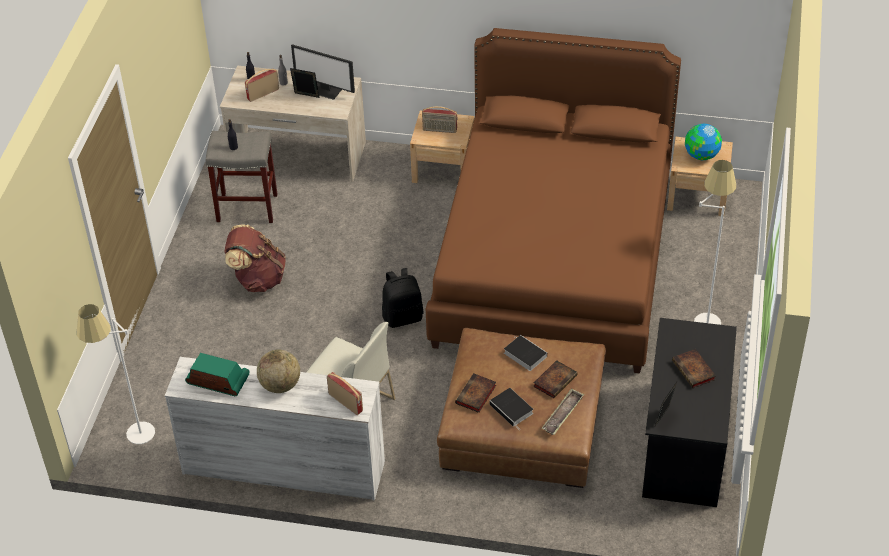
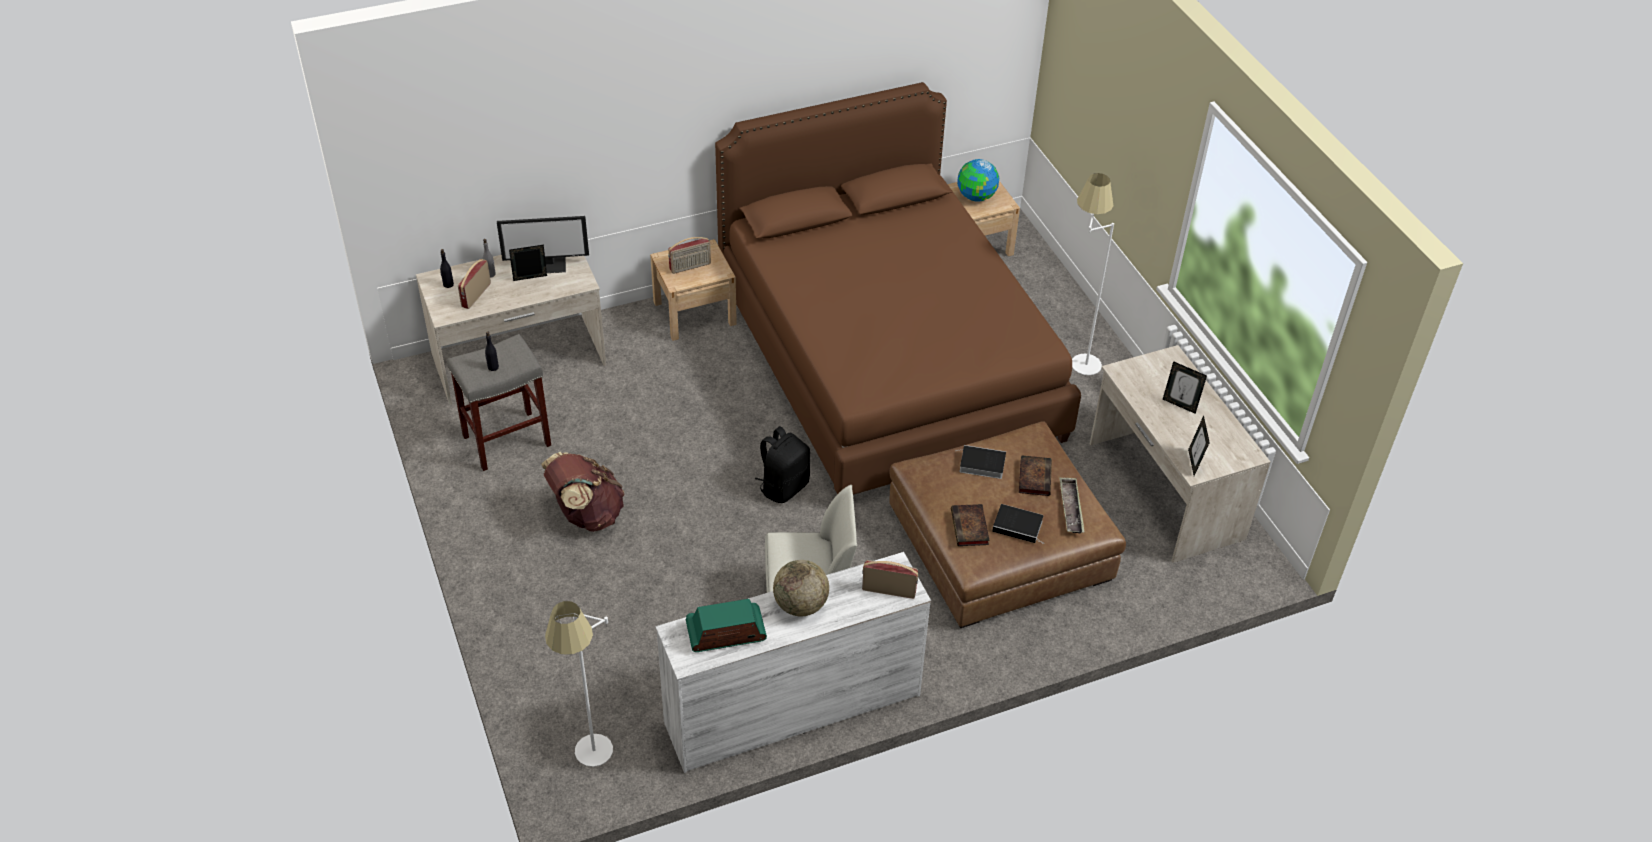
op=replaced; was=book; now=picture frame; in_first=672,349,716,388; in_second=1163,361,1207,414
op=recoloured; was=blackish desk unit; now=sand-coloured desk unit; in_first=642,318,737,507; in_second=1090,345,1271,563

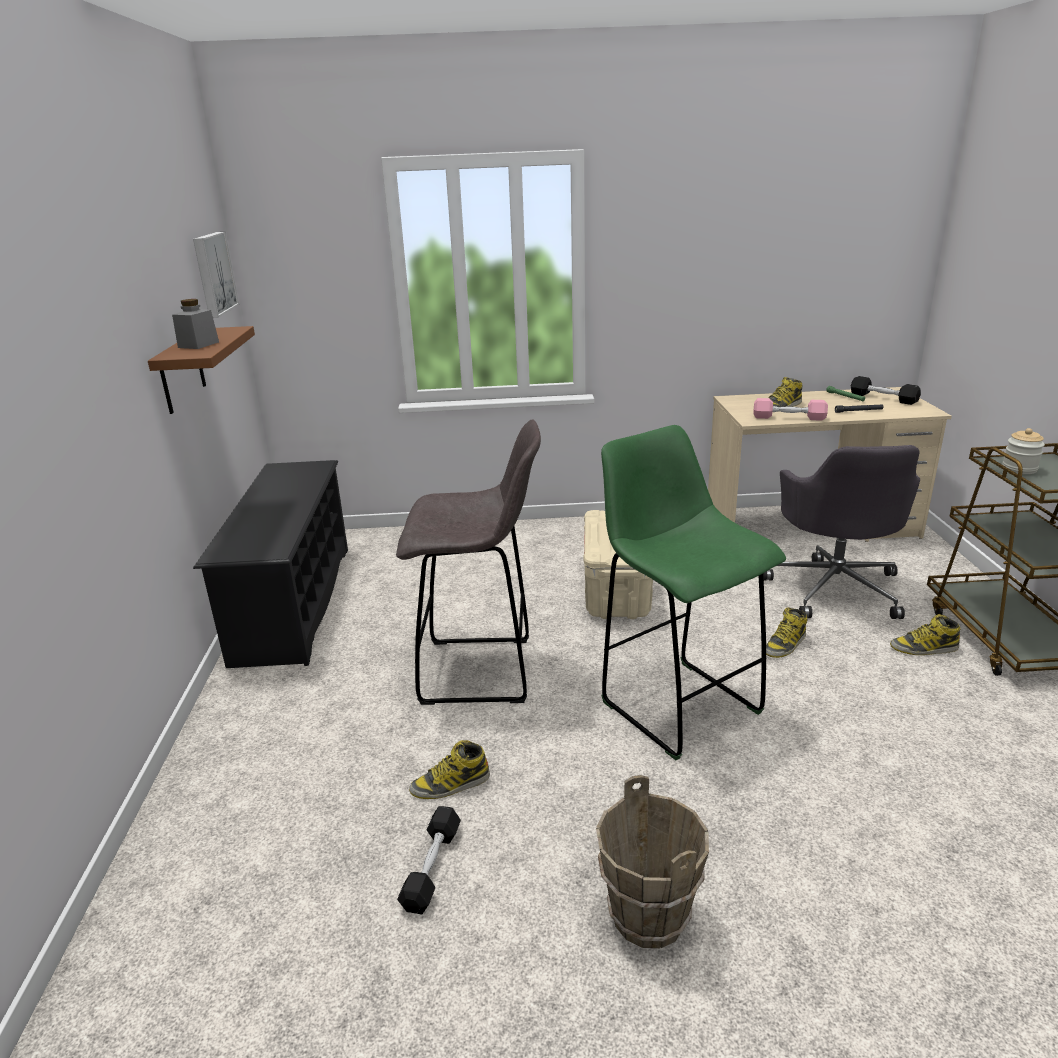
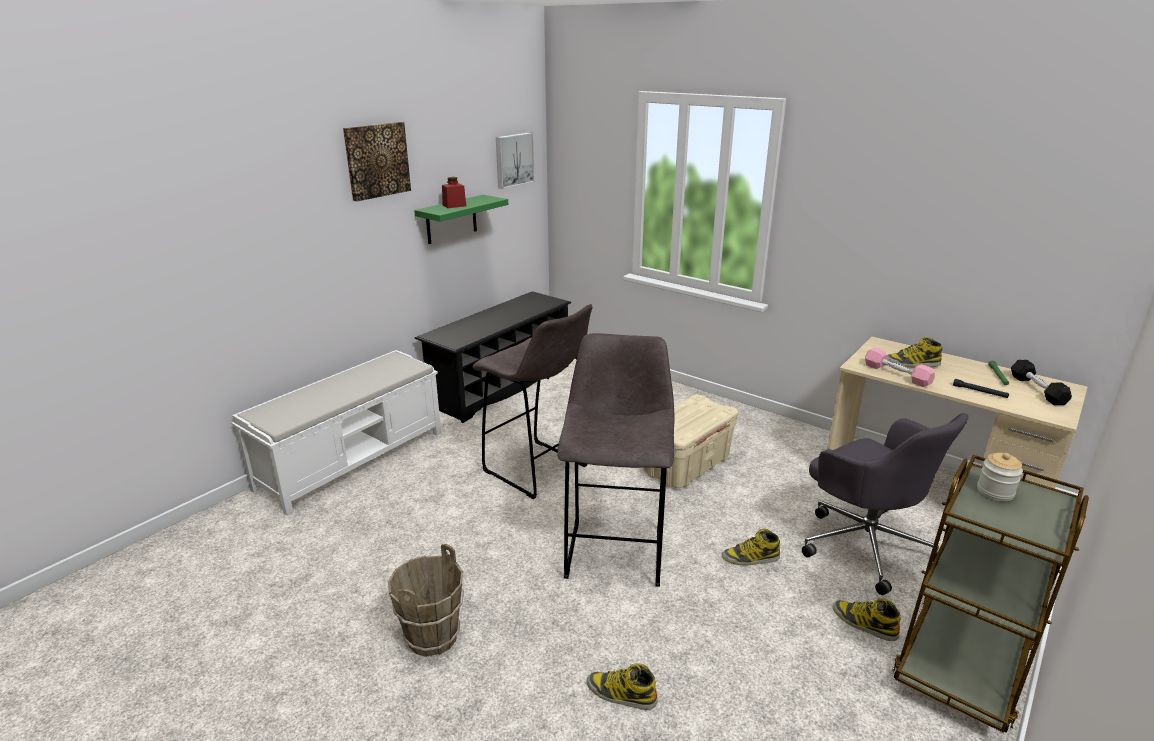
op=removed; was=blackish free weight; in_first=397,806,461,914
op=added; now=white indoor bench; in_second=231,350,441,516
op=added; now=wall art; in_second=343,122,411,201
op=moved; was=high-top boot; in_first=409,740,490,799; in_second=587,663,658,710
op=recoloured; was=brownish wall shelf; now=greenish wall shelf; in_first=148,326,255,414; in_second=414,195,508,244
op=recoloured; was=grey jar; now=red-coloured jar; in_first=172,299,219,349; in_second=442,177,466,208
op=recoloured; was=greenish stool seat; now=grey stool seat; in_first=601,425,786,760; in_second=557,333,674,587
op=turned; was=grey computer chair; in_first=763,445,920,619; in_second=802,413,968,595; clockwise=-75

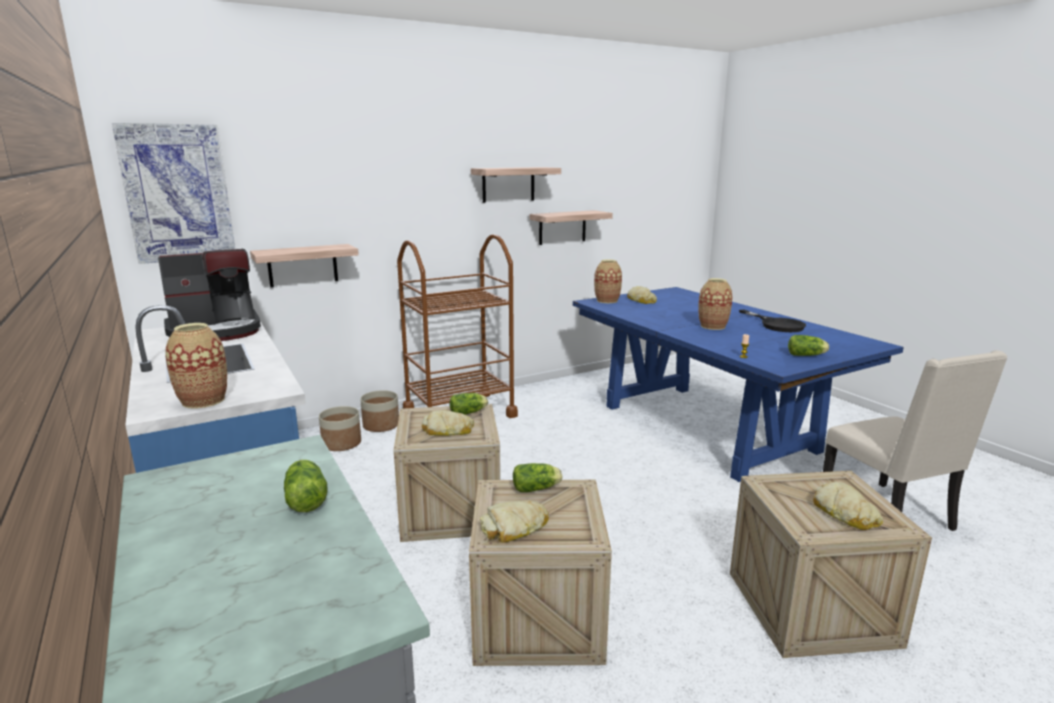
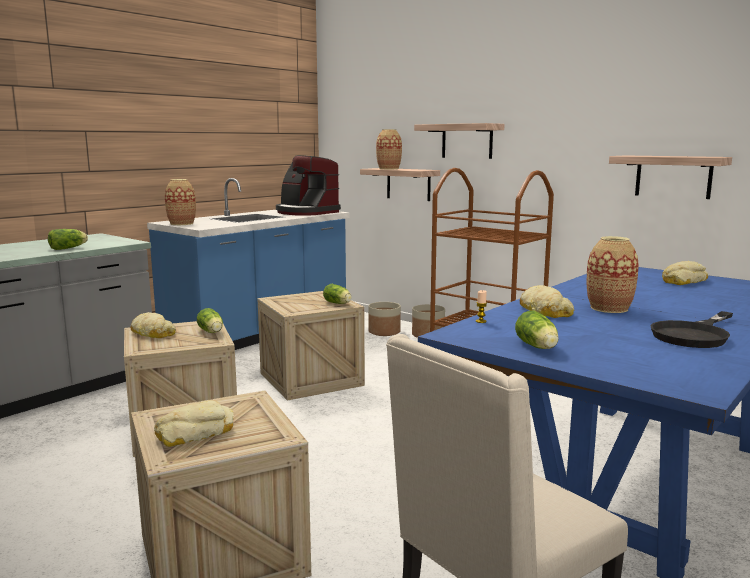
op=removed; was=wall art; in_first=112,123,235,264
op=moved; was=bakery bread; in_first=422,410,474,436; in_second=520,285,574,318
op=moved; was=wall shelf; in_first=471,167,561,203; in_second=414,123,504,159
op=moved; was=decorative vase; in_first=594,259,622,303; in_second=376,129,402,169

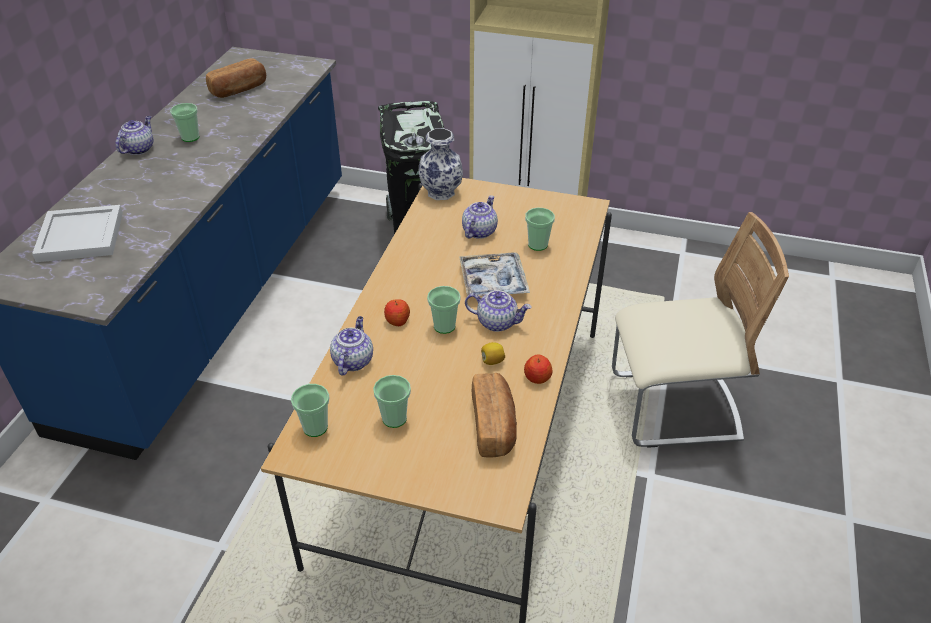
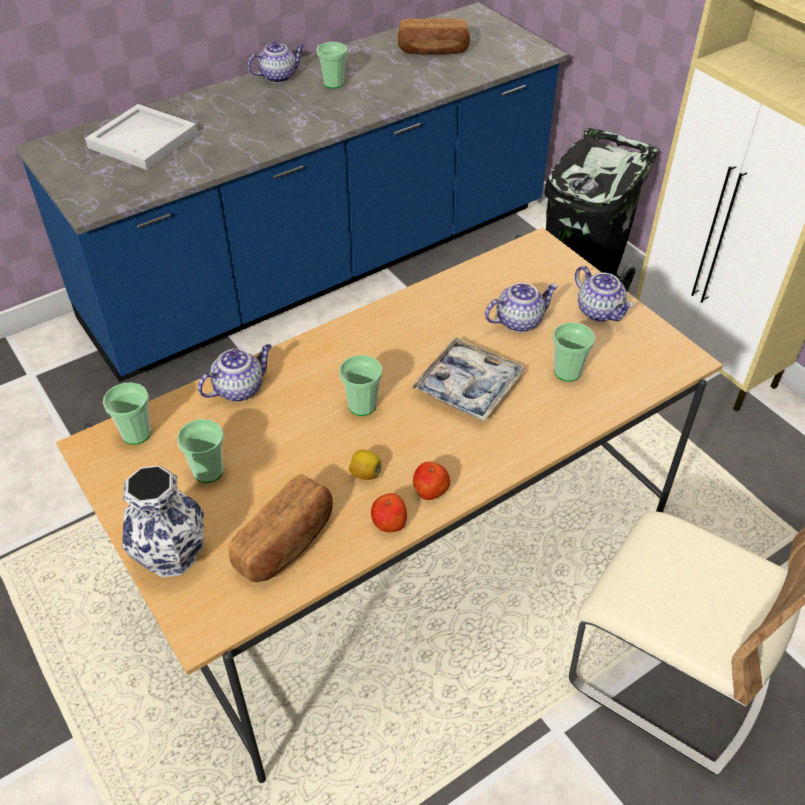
op=moved; was=apple fruit; in_first=384,299,410,326; in_second=413,462,450,500
op=moved; was=decorative vase; in_first=419,128,463,200; in_second=122,465,204,578
op=moved; was=pot for tea; in_first=465,290,531,332; in_second=575,266,634,322

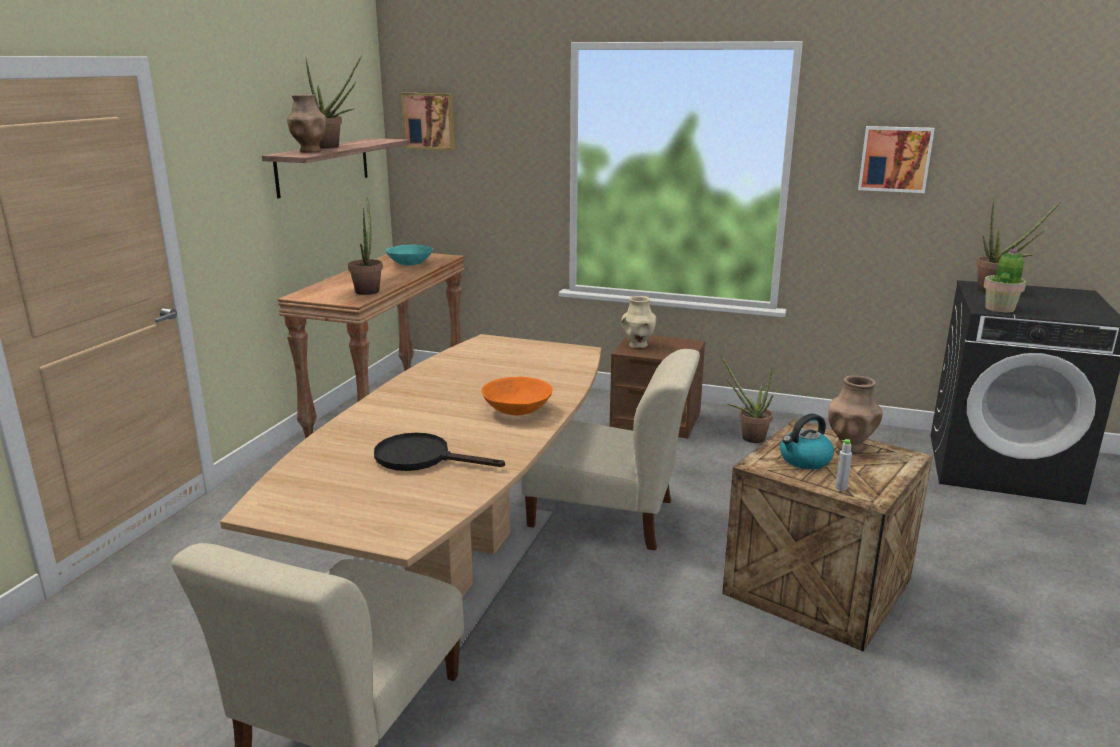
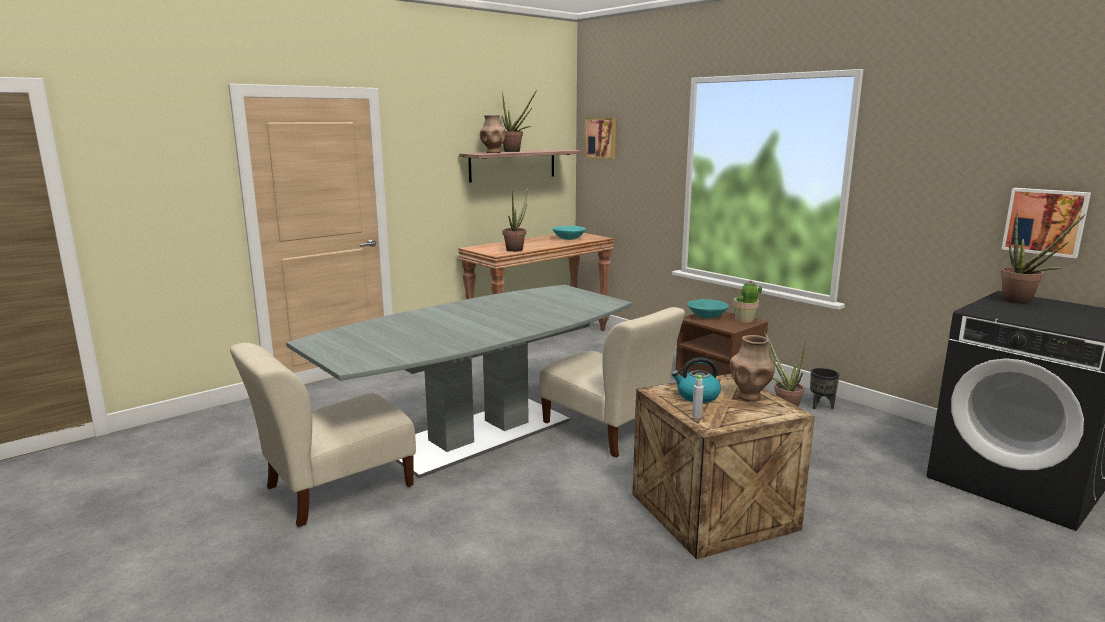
op=removed; was=blackish frying pan; in_first=374,433,505,471
op=removed; was=orange-coloured deep dish; in_first=481,377,553,415
op=added; now=blackish plant pot; in_second=810,368,839,409
op=moved; was=wall art; in_first=858,126,935,193; in_second=1002,188,1091,258
op=moved; was=plant in a pot; in_first=984,248,1026,313; in_second=733,280,762,323
op=replaced; was=sand-coloured decorative vase; now=turquoise-coloured deep dish; in_first=621,296,656,349; in_second=687,299,729,318
op=recoloured; was=brownish kitchen table; now=grey kitchen table; in_first=220,334,601,660; in_second=286,285,632,478

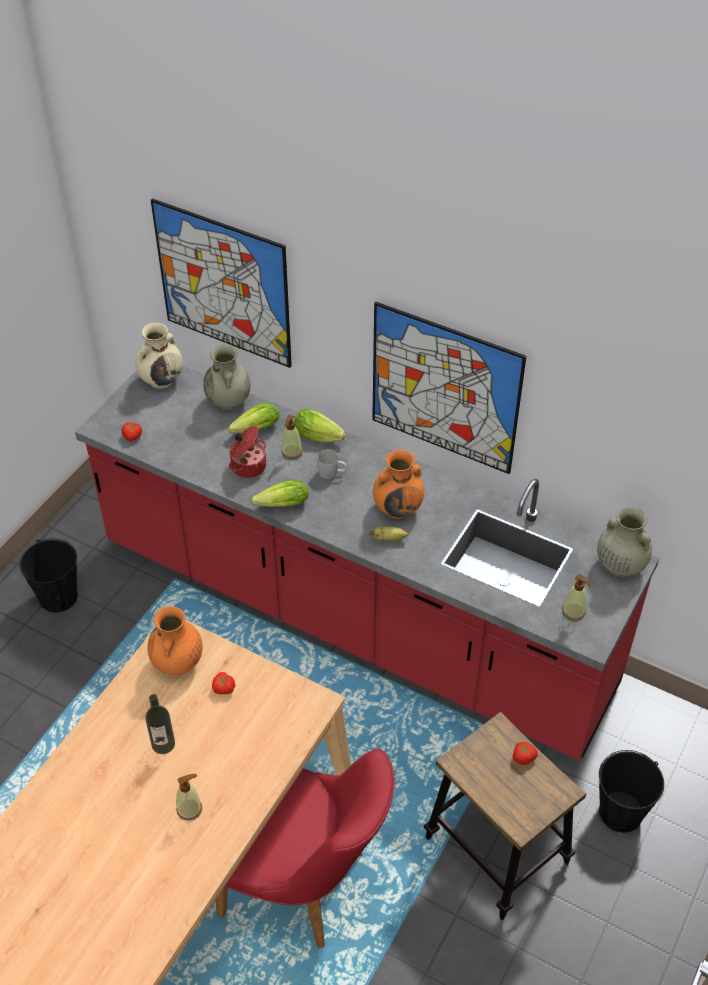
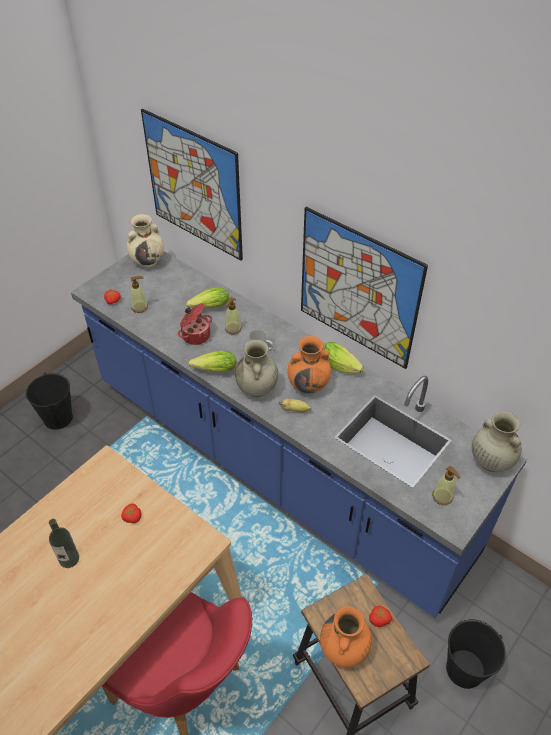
op=moved; was=orange-coloured decorative vase; in_first=147,606,203,675; in_second=320,606,372,667
op=moved; was=liquid soap bottle; in_first=176,774,202,821; in_second=131,276,148,313
op=moved; was=sand-coloured decorative vase; in_first=203,345,251,410; in_second=235,340,278,397
op=moved; was=head of lettuce; in_first=294,408,346,442; in_second=322,342,364,373
op=recoloured; was=red-coloured kitchen base unit; now=blue-coloured kitchen base unit; in_first=75,366,659,760; in_second=71,251,527,618

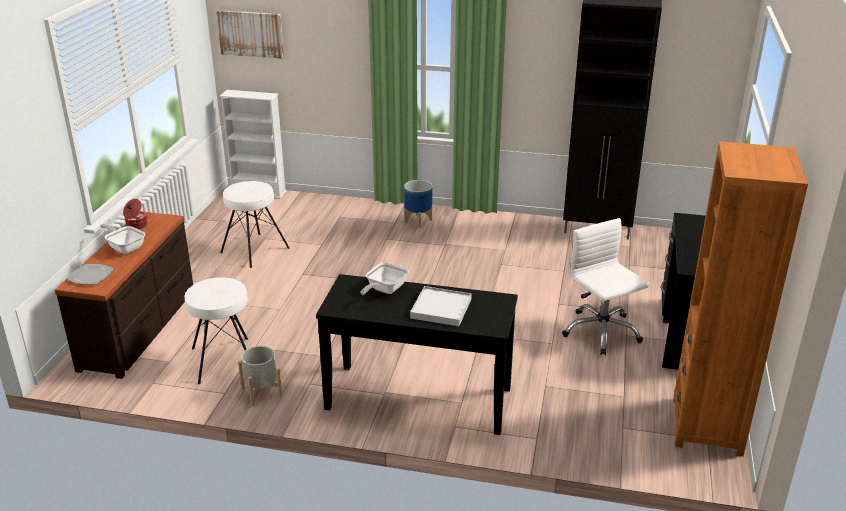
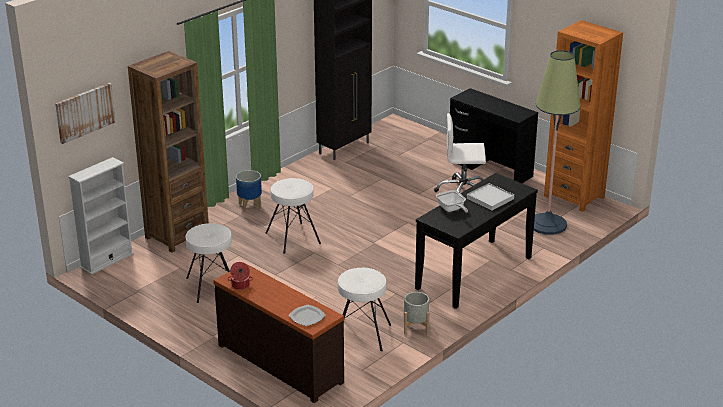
op=removed; was=frying pan; in_first=100,224,145,254
op=added; now=brownish bookcase; in_second=128,51,209,253
op=added; now=white stool seat; in_second=266,178,321,254
op=added; now=floor lamp; in_second=534,50,581,235

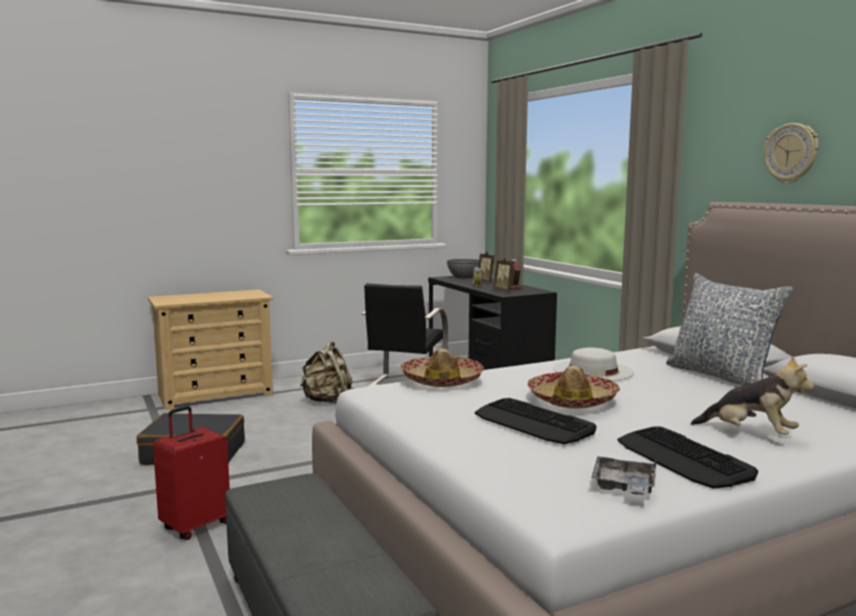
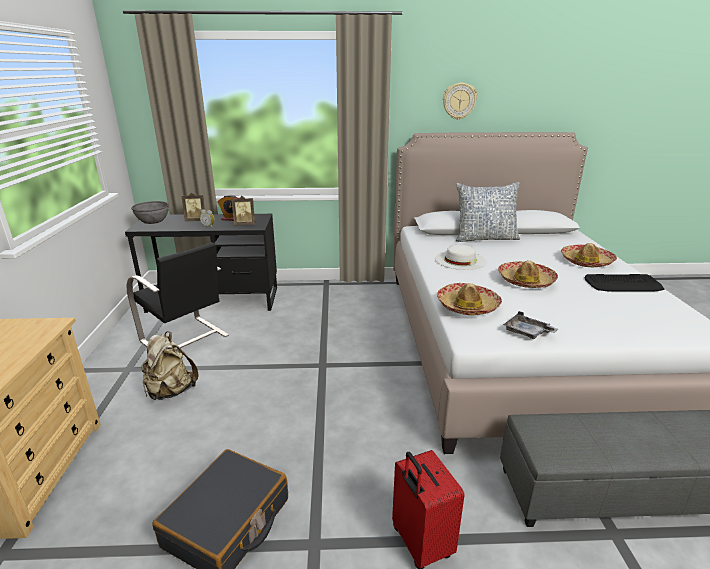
op=removed; was=computer keyboard; in_first=475,398,596,444
op=moved; was=grey carrying tray; in_first=591,456,656,495; in_second=503,311,558,339
op=replaced; was=plush toy; now=wearable hat; in_first=691,356,814,435; in_second=561,243,617,267

